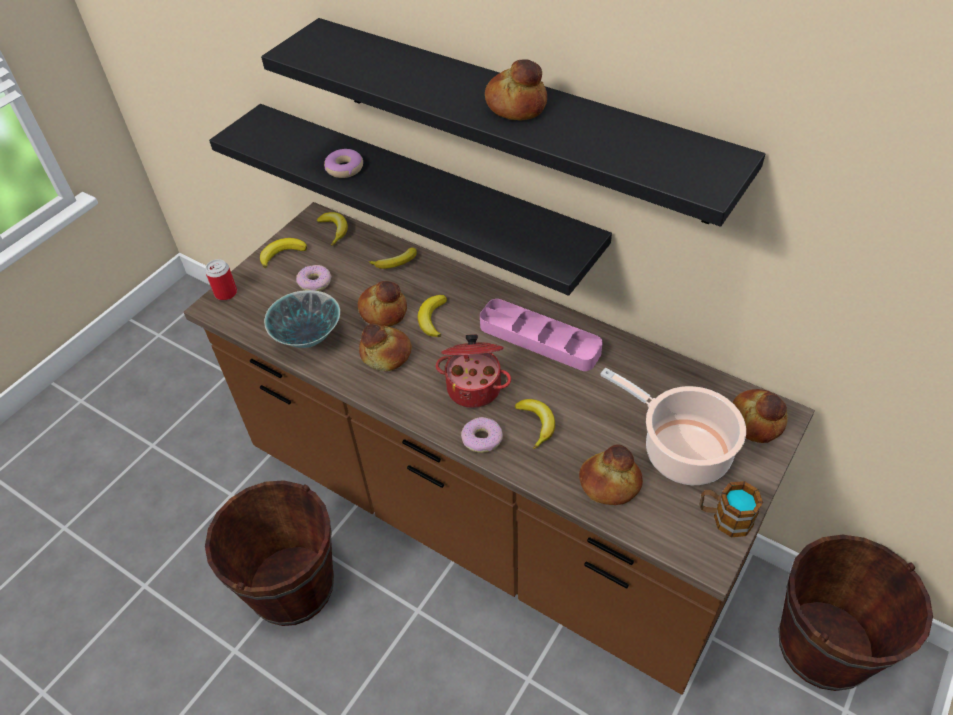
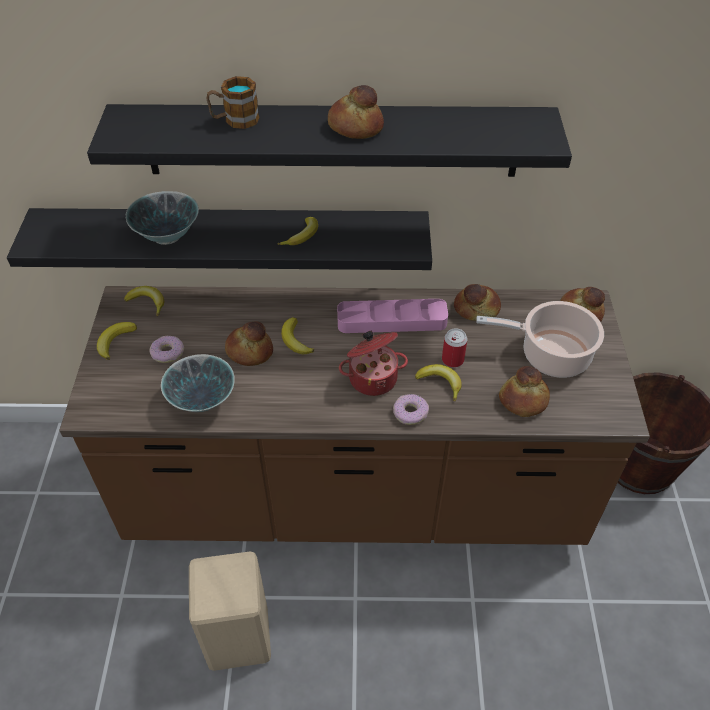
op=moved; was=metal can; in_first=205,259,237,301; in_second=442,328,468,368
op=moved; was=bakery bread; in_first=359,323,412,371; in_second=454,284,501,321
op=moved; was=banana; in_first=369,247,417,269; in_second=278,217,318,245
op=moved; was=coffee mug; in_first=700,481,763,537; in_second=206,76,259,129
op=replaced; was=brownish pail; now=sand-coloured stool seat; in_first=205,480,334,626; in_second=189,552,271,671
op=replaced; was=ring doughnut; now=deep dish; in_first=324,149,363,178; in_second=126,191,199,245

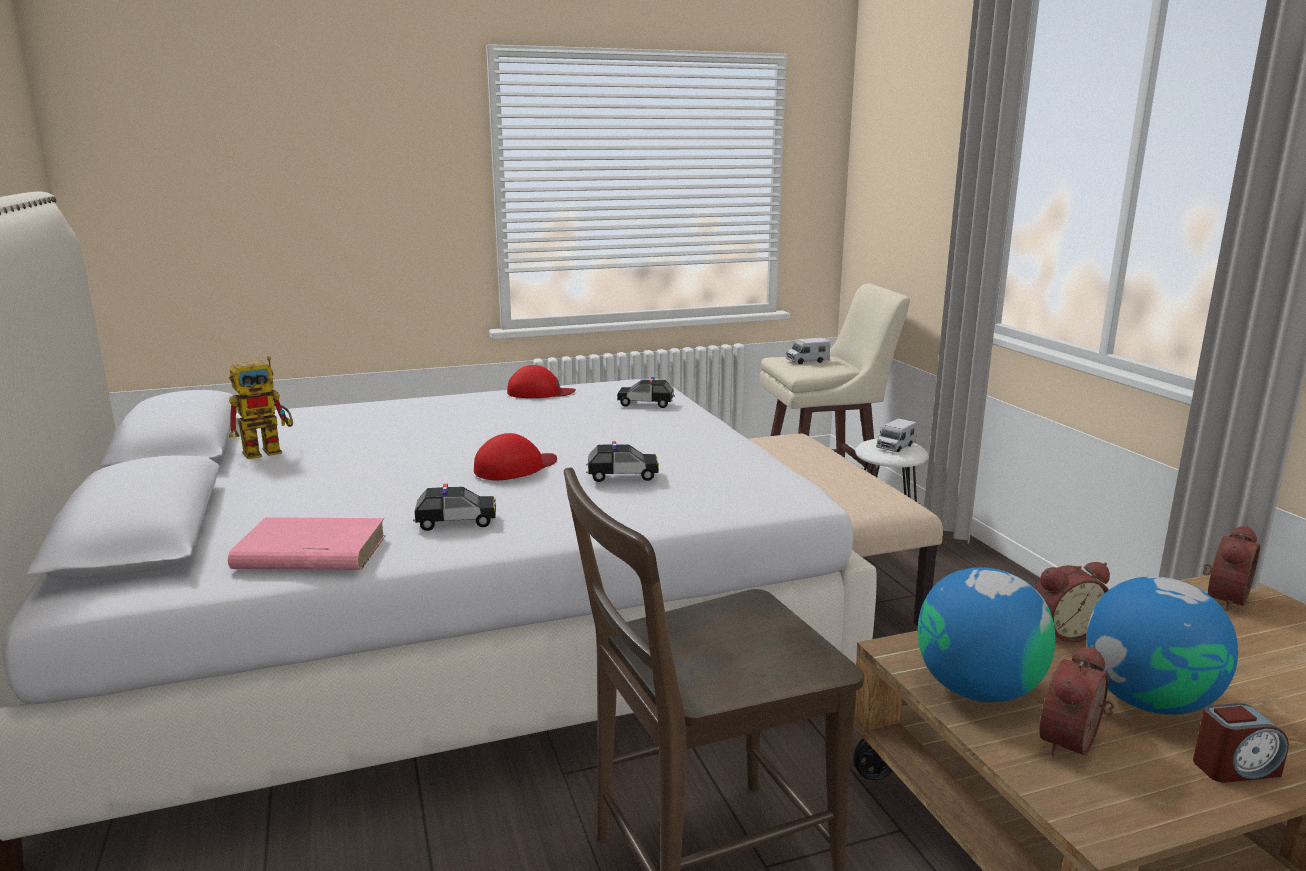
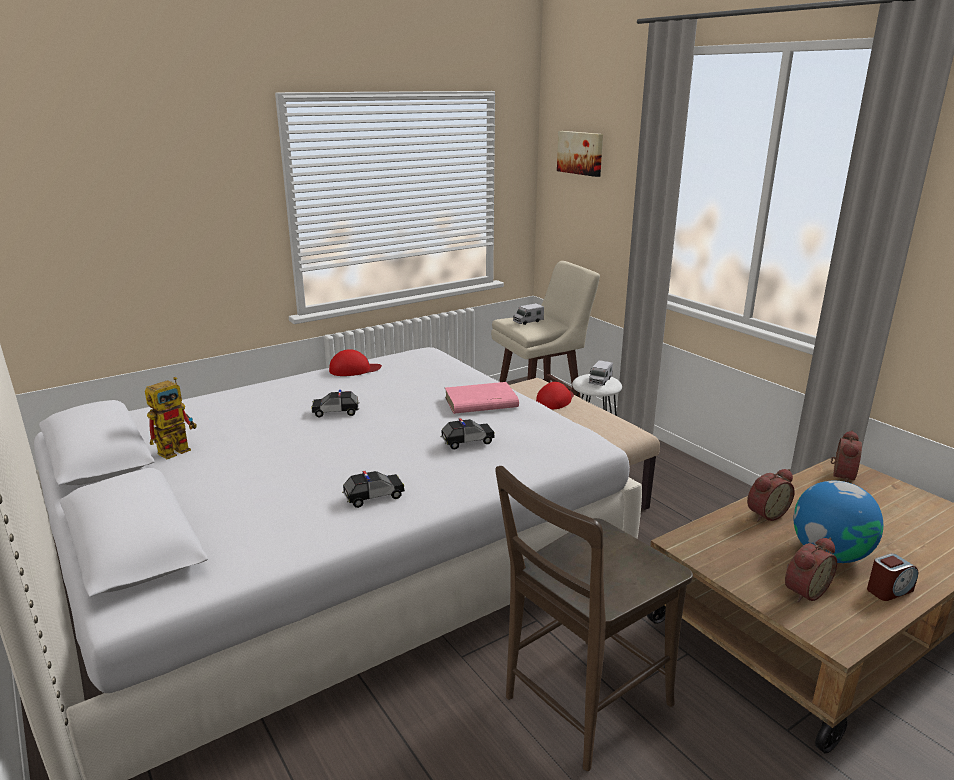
op=removed; was=world globe; in_first=918,567,1055,702
op=added; now=wall art; in_second=557,131,603,177
op=moved; was=pink-coloured book; in_first=228,517,386,570; in_second=445,382,519,414
op=moved; was=red-coloured cap; in_first=474,433,557,480; in_second=536,382,574,409
op=moved; was=toy car; in_first=617,377,675,408; in_second=311,390,360,417
op=turned; was=bedside clock; in_first=1040,645,1115,757; in_second=785,538,837,602; clockwise=-150

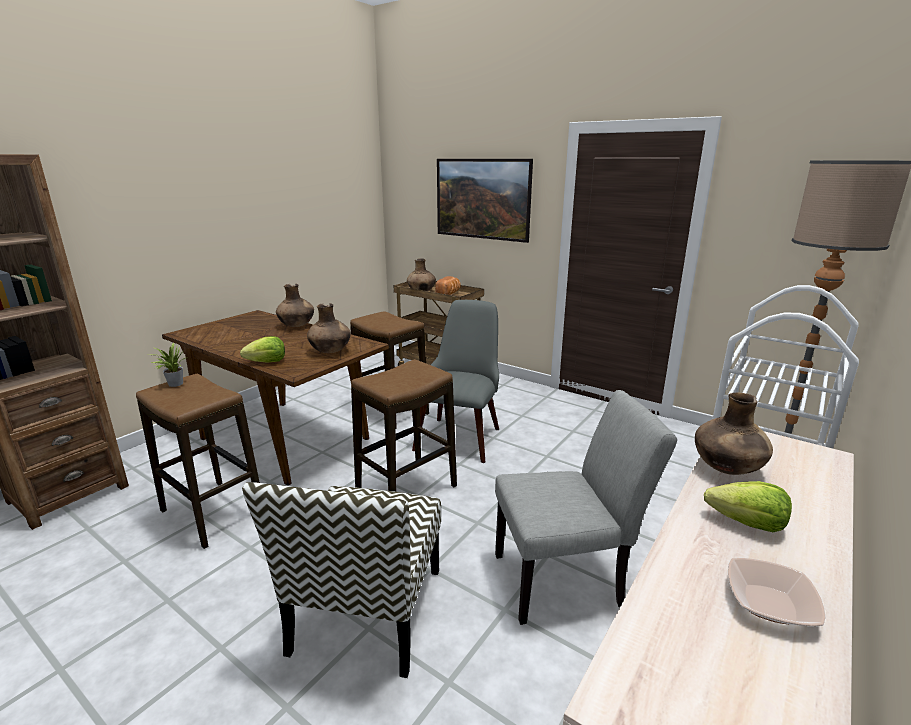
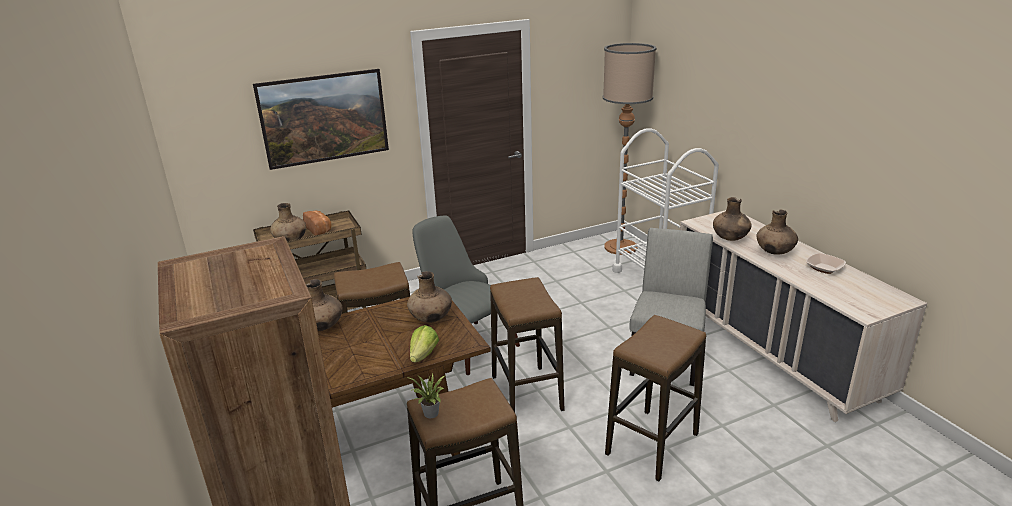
op=replaced; was=upright chair; now=stool seat; in_first=242,482,441,678; in_second=605,315,706,481
op=replaced; was=head of lettuce; now=brownish decorative vase; in_first=704,481,792,532; in_second=757,209,798,255

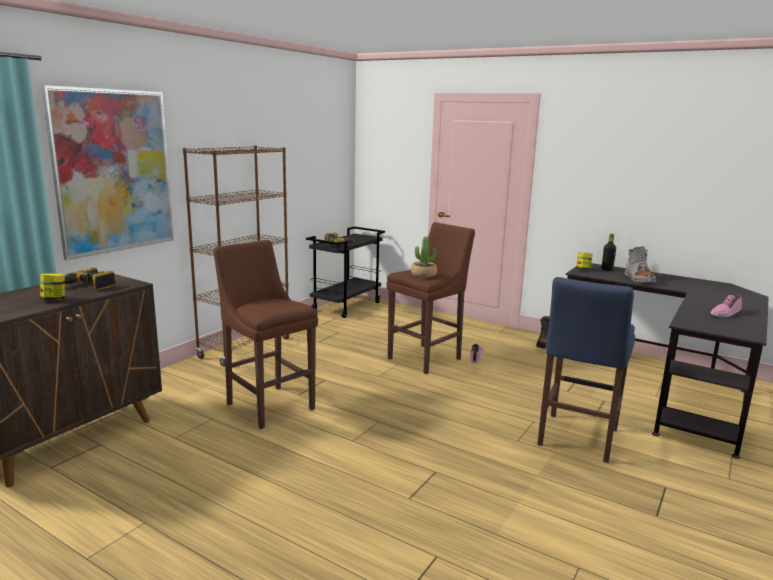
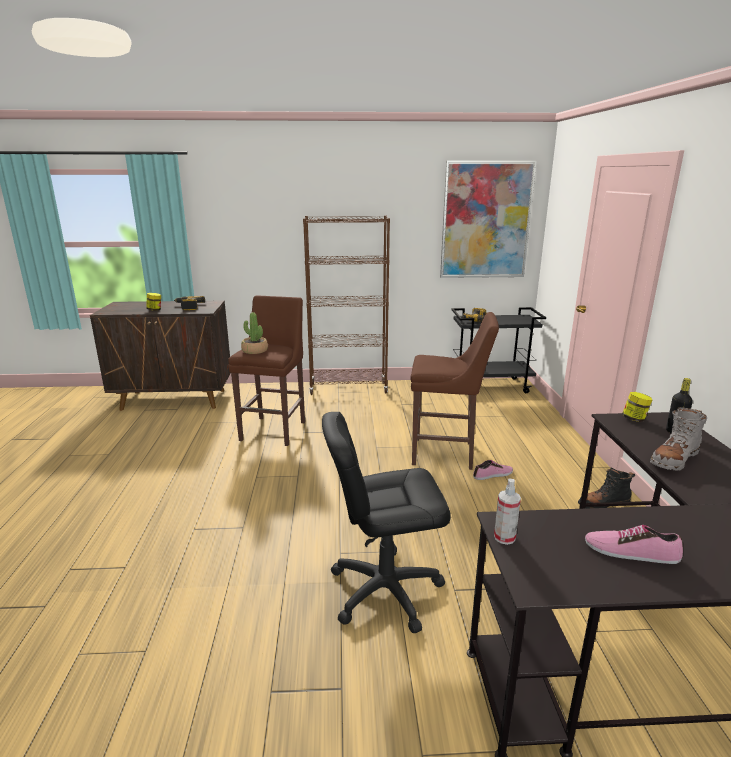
op=added; now=hand sprayer; in_second=494,479,521,545
op=moved; was=wall art; in_first=41,85,174,260; in_second=440,161,537,278
op=moved; was=plant in a pot; in_first=411,236,437,278; in_second=241,312,268,354
op=replaced; was=blue-coloured stool seat; now=blackish computer chair; in_first=537,277,635,463; in_second=322,412,451,634

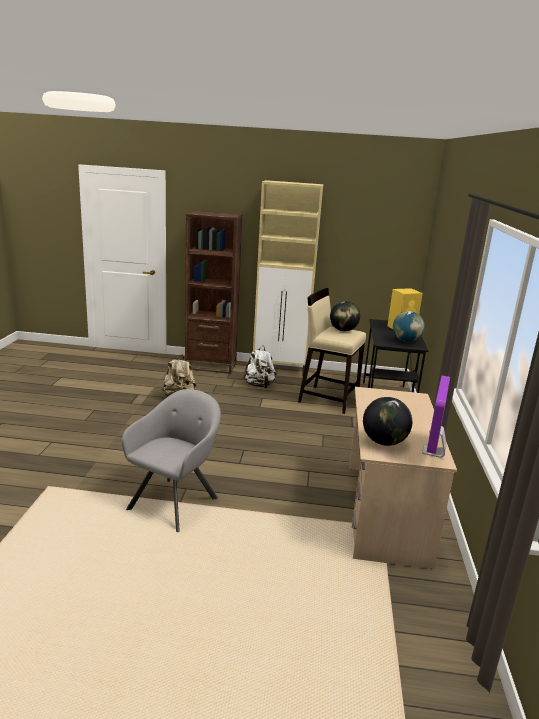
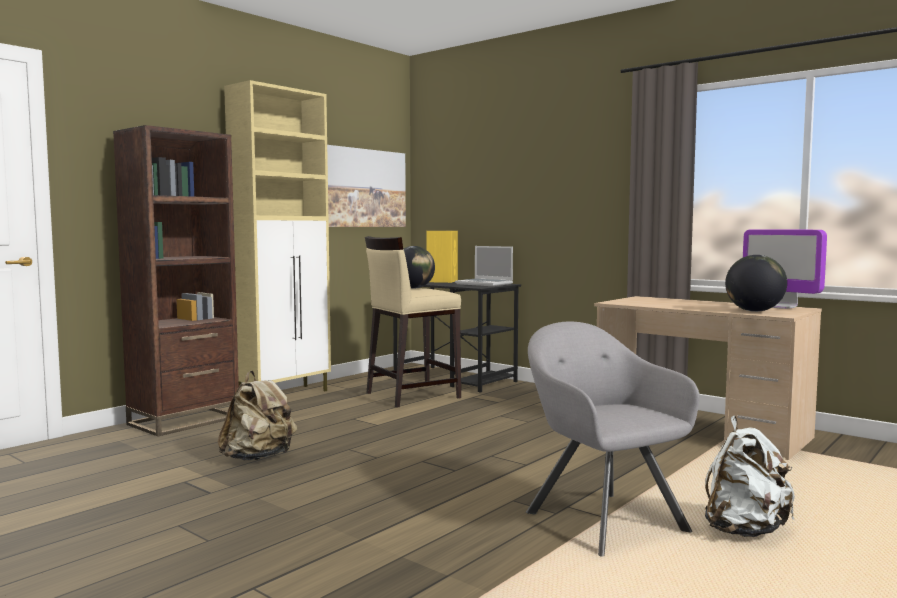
op=added; now=wall art; in_second=327,145,406,227
op=moved; was=white backpack; in_first=242,347,276,388; in_second=705,416,795,537
op=replaced; was=world globe; now=portable computer; in_first=393,311,425,342; in_second=455,246,513,286

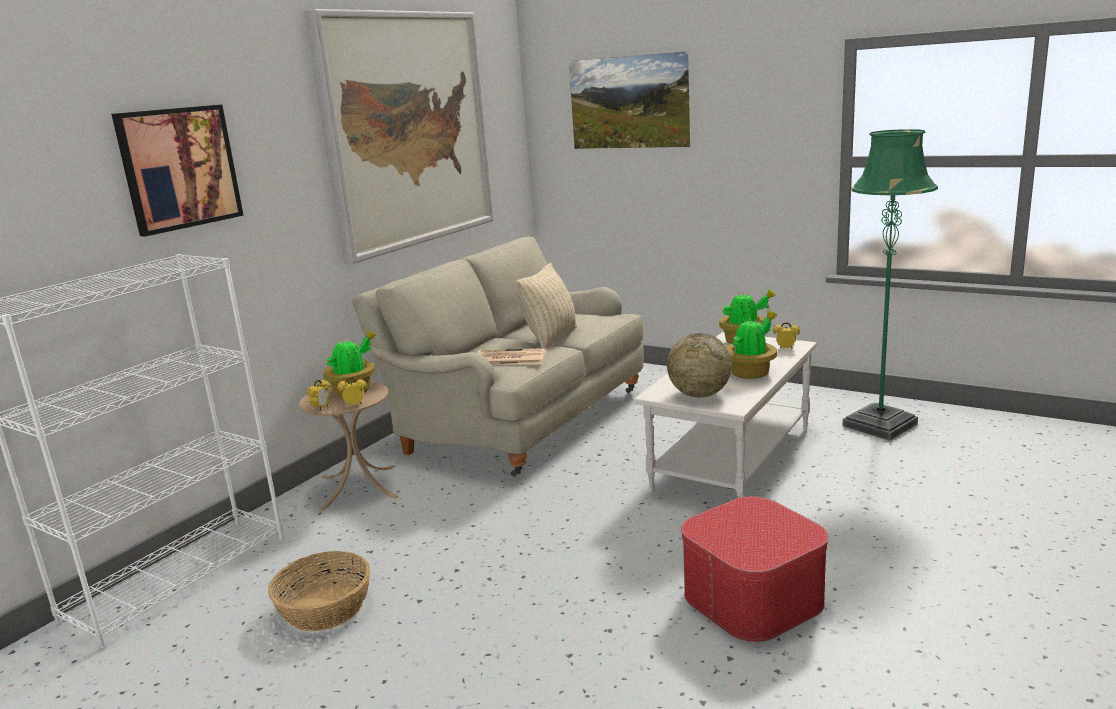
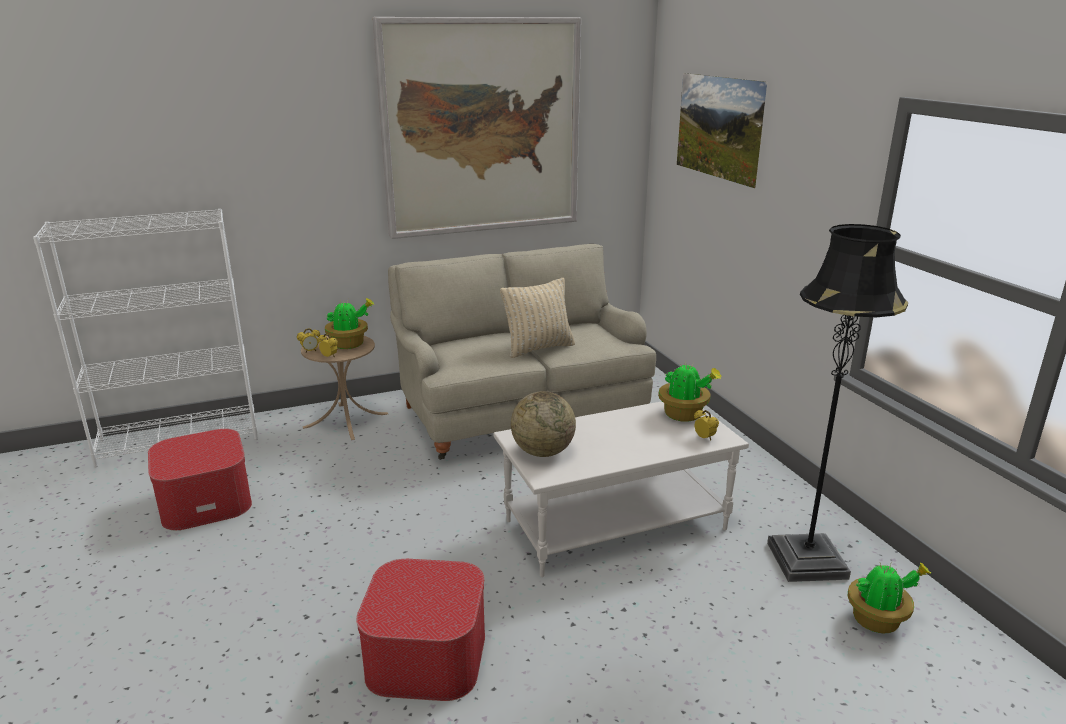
op=removed; was=wall art; in_first=112,105,244,237
op=removed; was=printed paper; in_first=477,348,546,365
op=moved; was=plant in a pot; in_first=726,310,777,379; in_second=848,561,931,633
op=replaced; was=basket; now=pouffe; in_first=268,551,370,631; in_second=148,429,252,530
op=recoloured; was=greenish floor lamp; now=blackish floor lamp; in_first=842,129,938,441; in_second=767,224,908,582

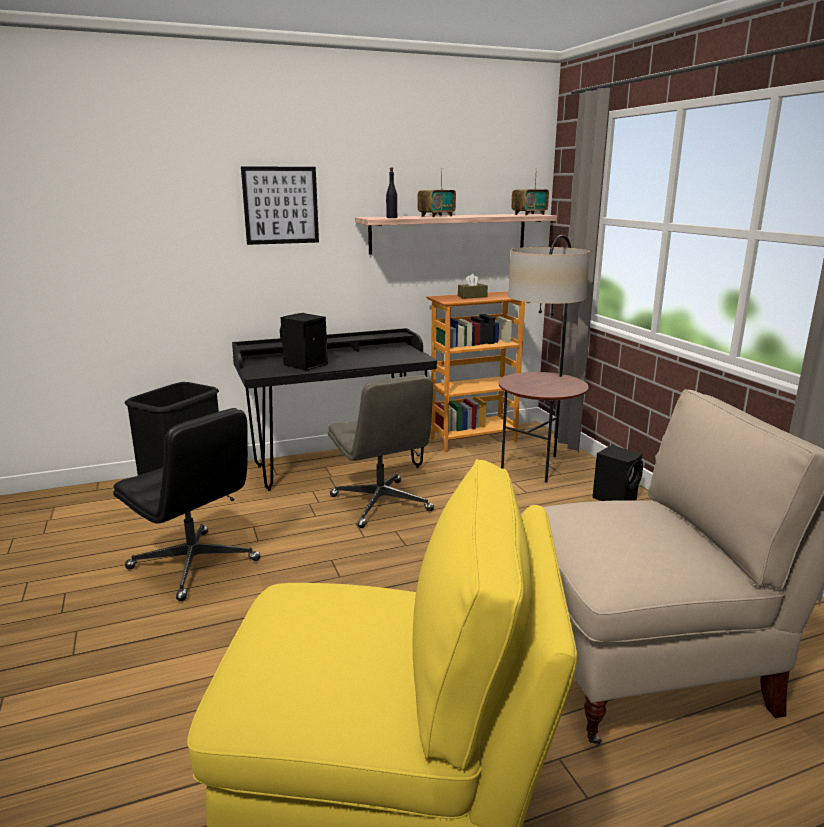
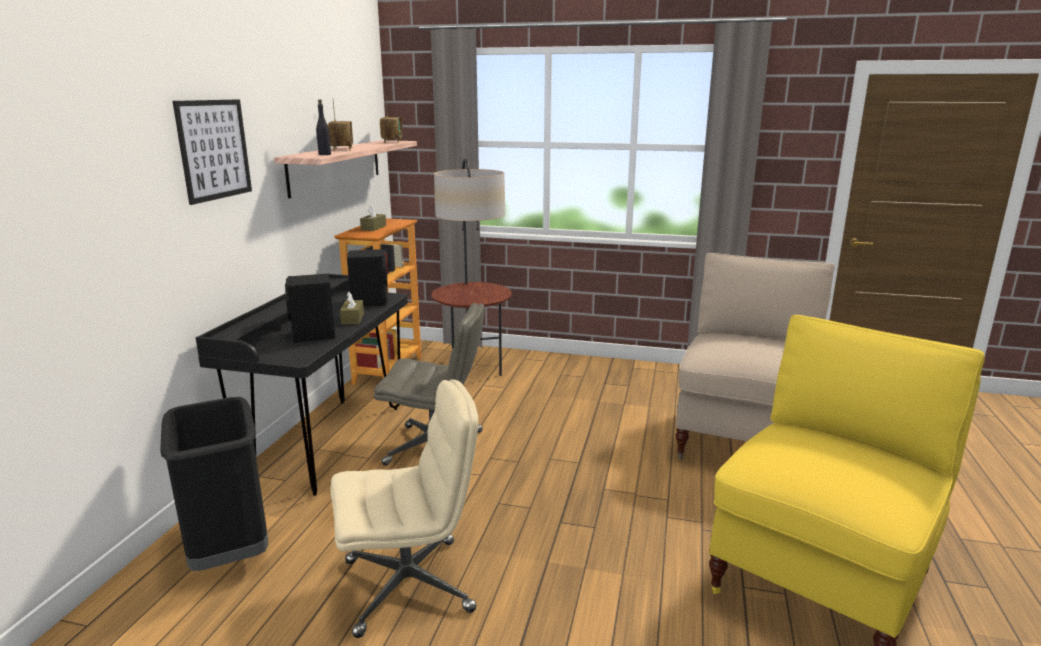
op=added; now=brownish tissue box; in_second=340,292,364,324
op=moved; was=blackish loudspeaker; in_first=592,445,643,501; in_second=347,249,388,307
op=recoloured; was=blackish computer chair; now=sand-coloured computer chair; in_first=113,408,261,601; in_second=330,379,479,638

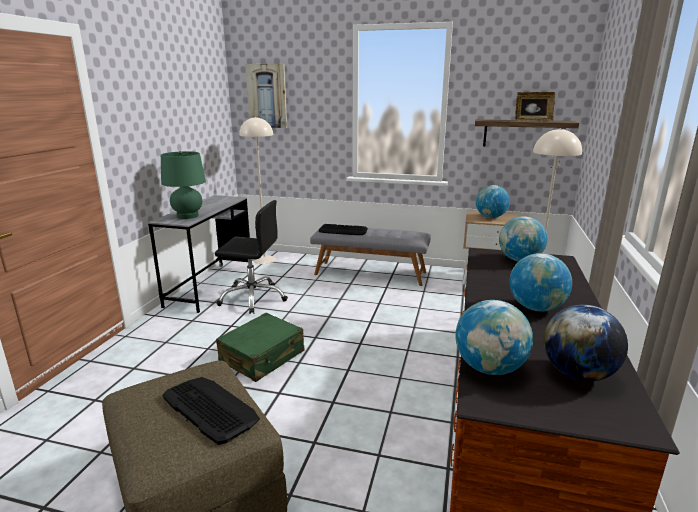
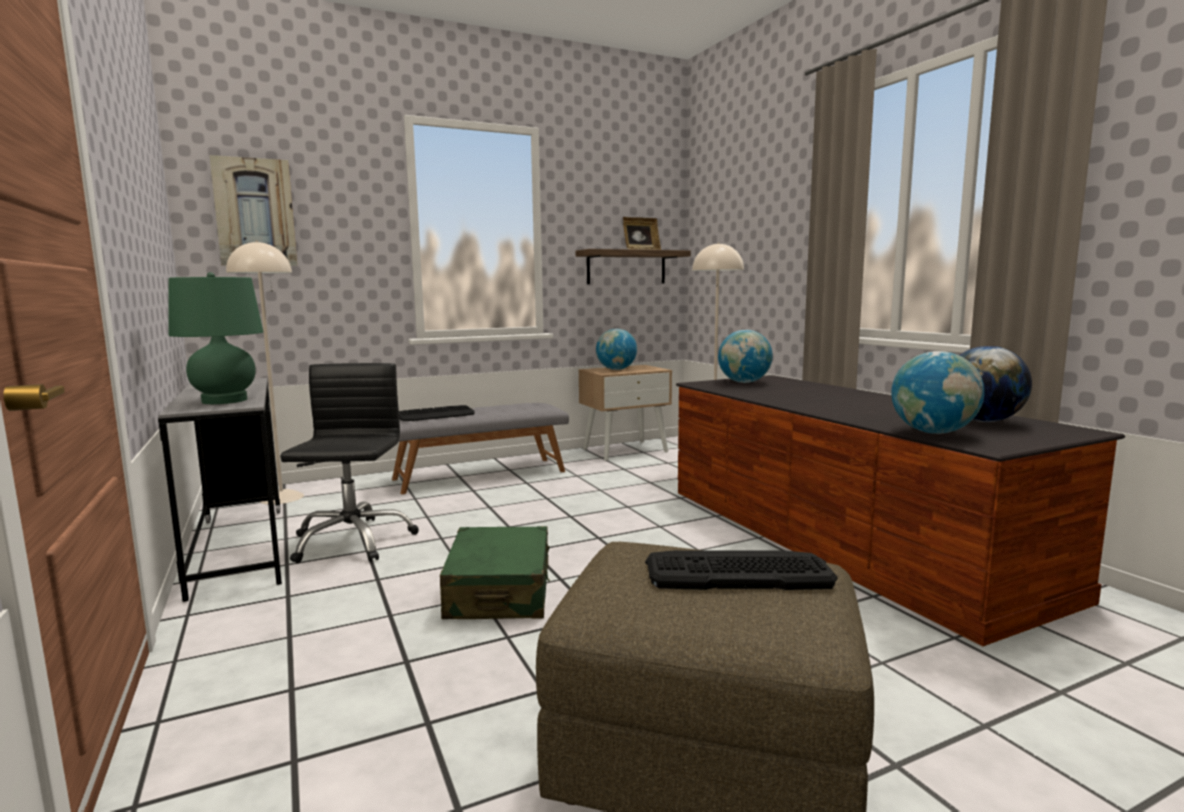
op=removed; was=world globe; in_first=510,253,572,311
op=turned; was=blackish computer chair; in_first=215,200,288,314; in_second=280,363,419,563; clockwise=-60

